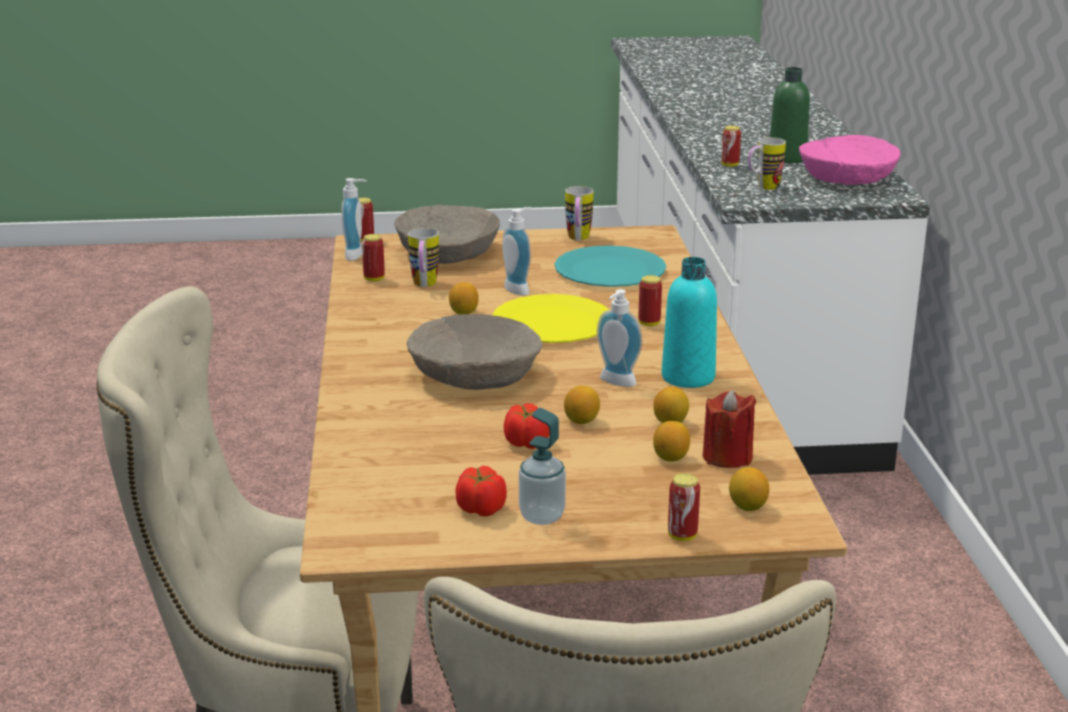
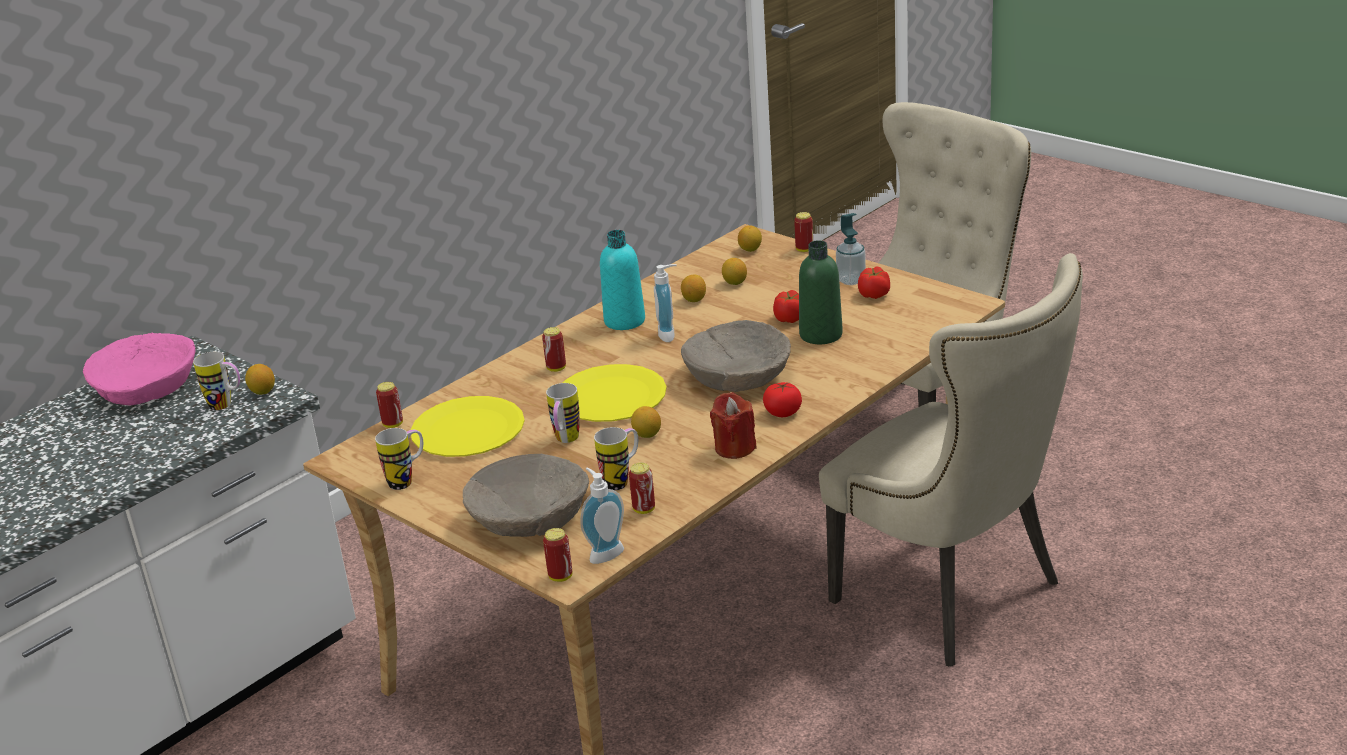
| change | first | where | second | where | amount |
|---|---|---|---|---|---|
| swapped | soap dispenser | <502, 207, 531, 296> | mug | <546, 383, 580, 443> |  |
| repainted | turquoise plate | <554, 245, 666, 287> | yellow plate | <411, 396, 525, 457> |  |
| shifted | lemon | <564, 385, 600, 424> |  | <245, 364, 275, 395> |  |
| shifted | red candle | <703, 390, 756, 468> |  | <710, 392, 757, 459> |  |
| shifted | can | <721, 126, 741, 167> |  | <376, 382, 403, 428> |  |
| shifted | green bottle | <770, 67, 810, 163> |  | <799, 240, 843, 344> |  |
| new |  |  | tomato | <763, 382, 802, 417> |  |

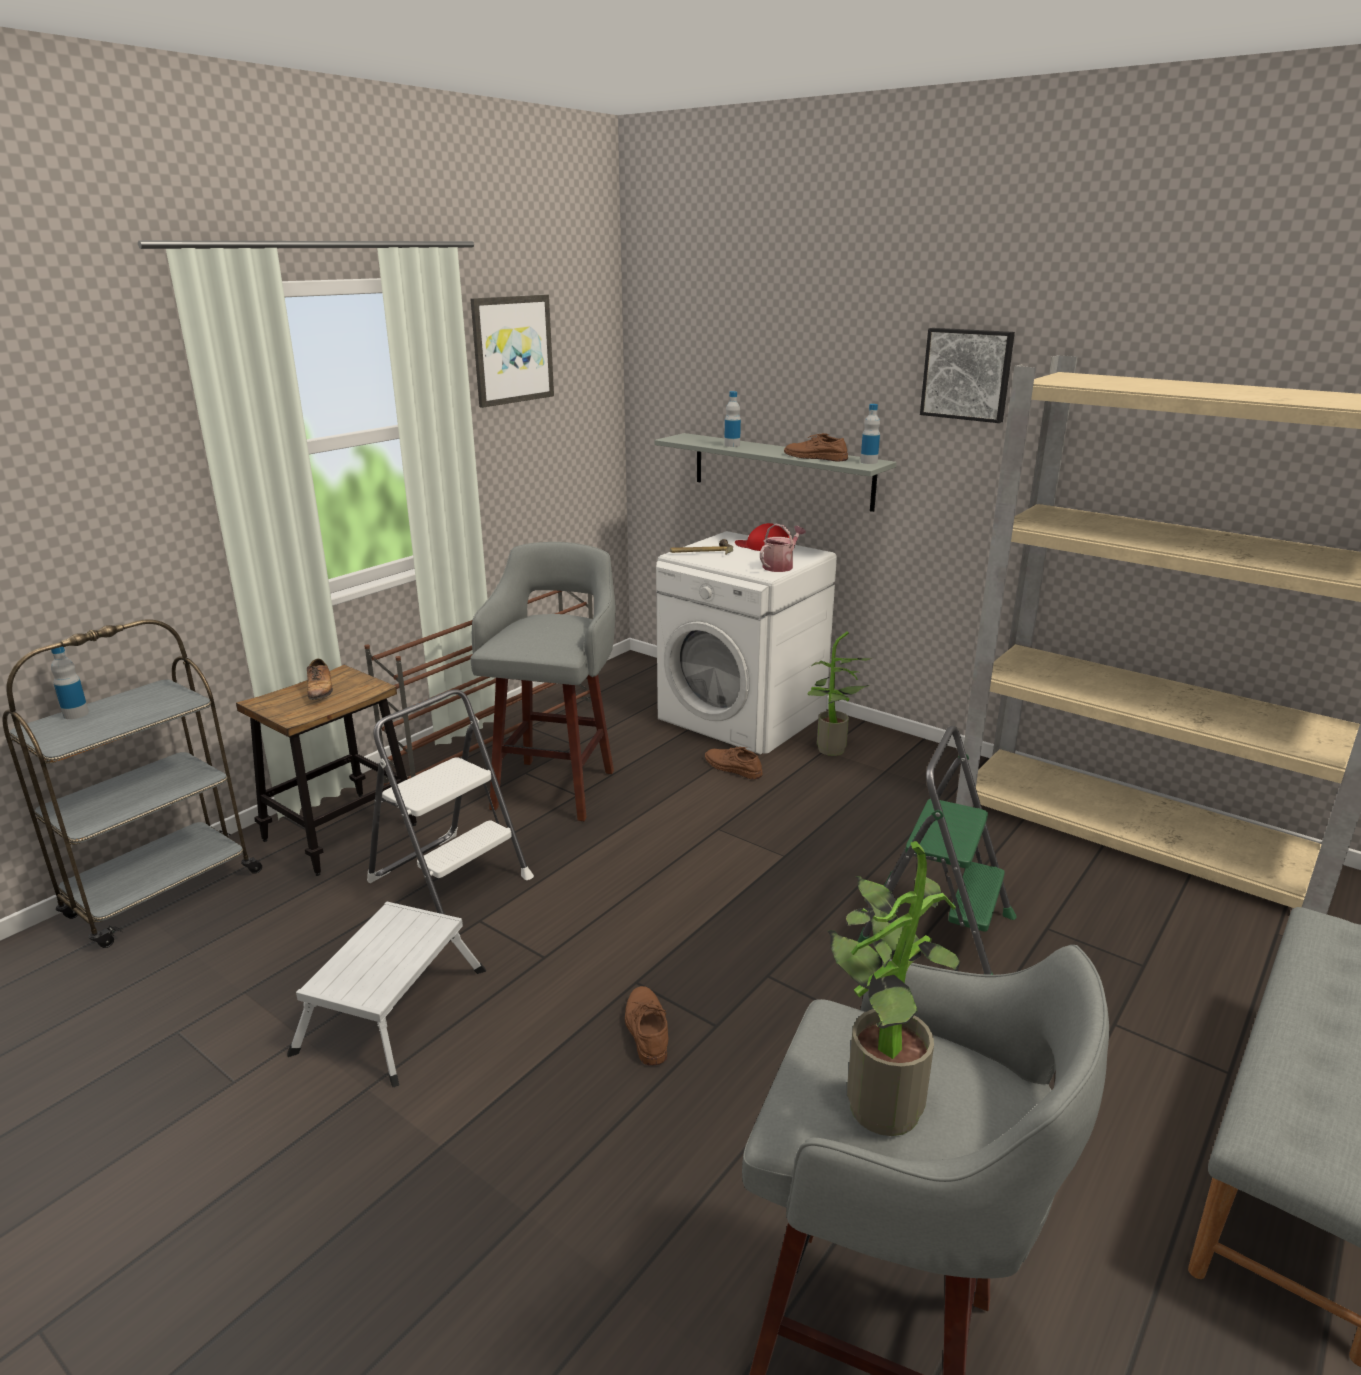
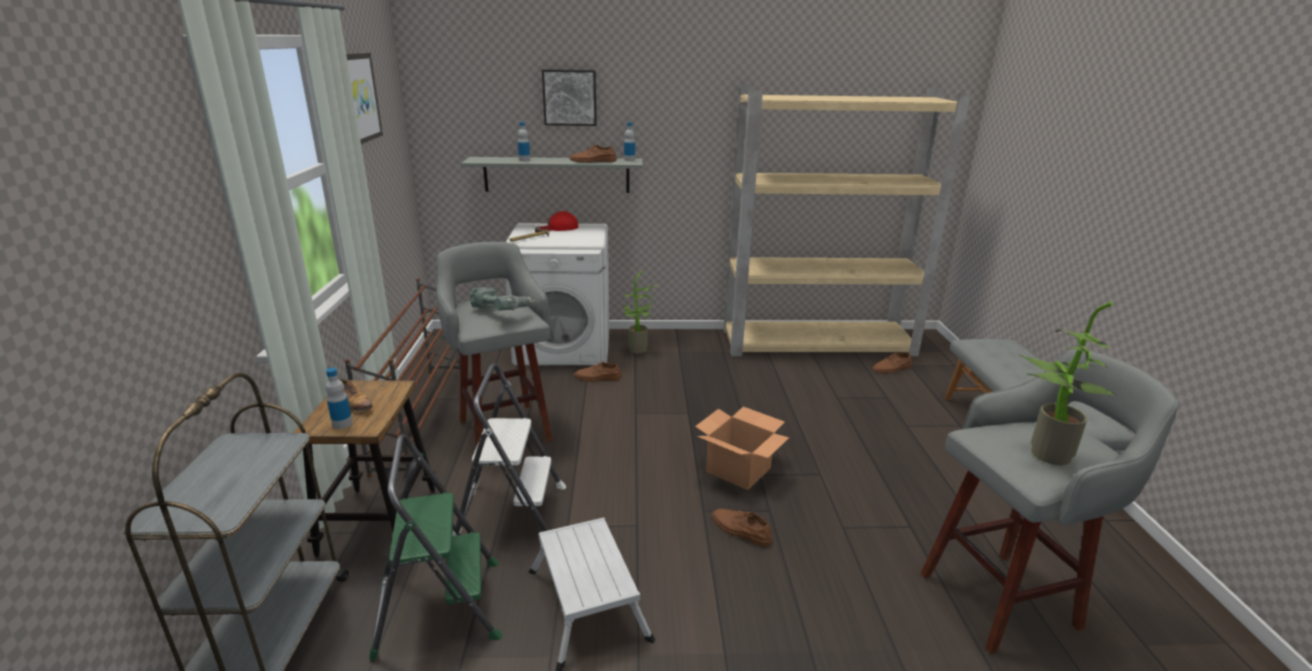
| change | first | where | second | where | amount |
|---|---|---|---|---|---|
| shifted | bottle | <51, 647, 89, 719> |  | <325, 368, 353, 429> |  |
| gone | watering can | <760, 524, 806, 572> |  |  |  |
| shifted | green step ladder | <857, 726, 1017, 975> |  | <369, 434, 502, 661> |  |
| shifted | picture | <920, 328, 1015, 423> |  | <542, 69, 597, 126> |  |
| new |  |  | power drill | <470, 287, 536, 311> |  |
| new |  |  | cardboard box | <695, 407, 789, 490> |  |
| new |  |  | brown shoe | <872, 352, 912, 373> |  |

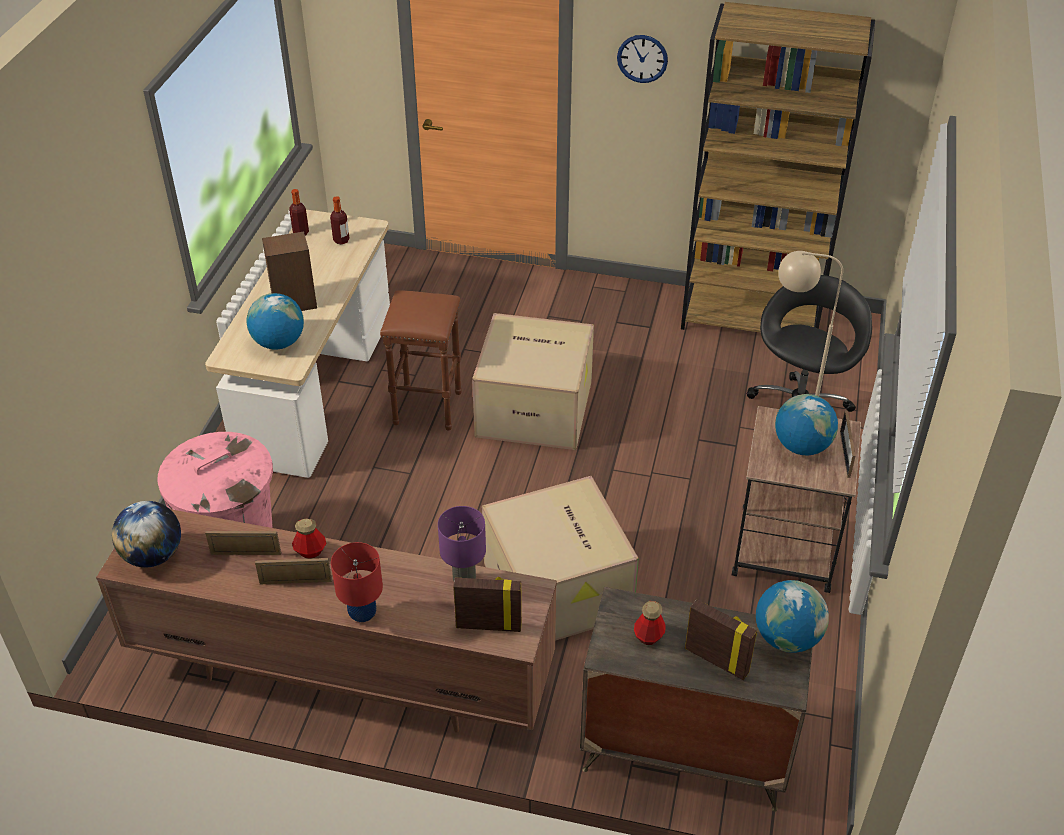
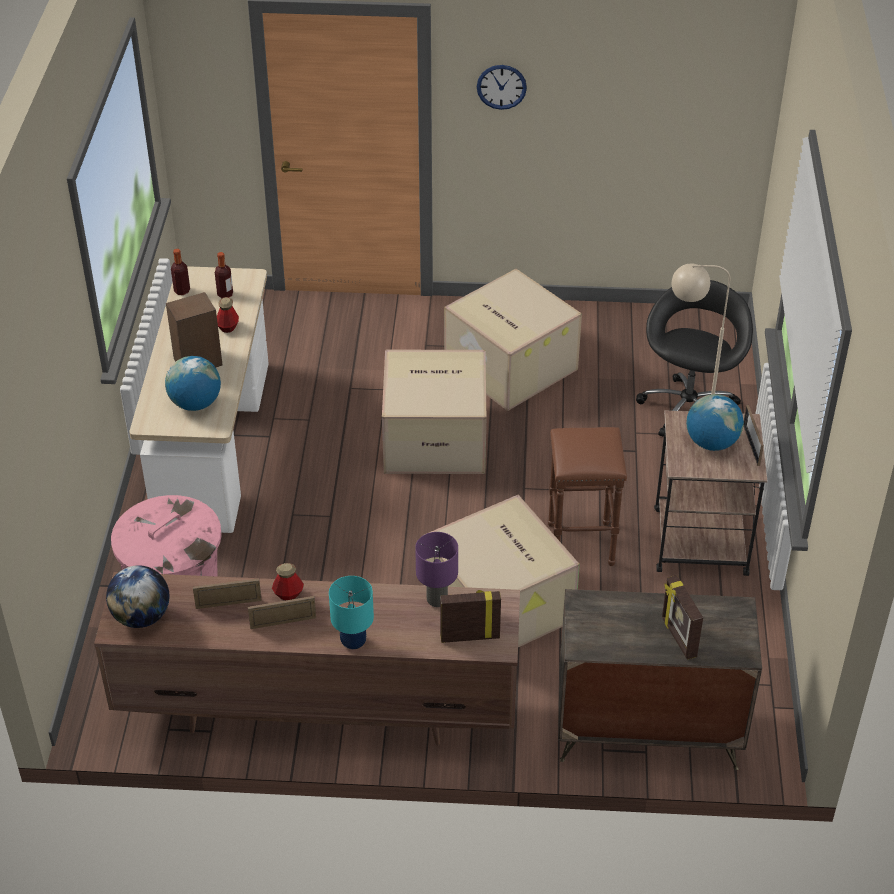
| change | first | where | second | where | amount |
|---|---|---|---|---|---|
| repainted | red table lamp | <331, 542, 383, 622> | turquoise table lamp | <329, 576, 374, 649> |  |
| shifted | brown stool | <380, 290, 462, 431> |  | <548, 427, 627, 566> |  |
| shifted | bottle | <634, 601, 666, 645> |  | <217, 297, 239, 333> |  |
| gone | brown bookcase | <681, 2, 875, 333> |  |  |  |
| rotated | picture frame | <685, 599, 757, 680> |  | <662, 575, 703, 660> | 135 degrees counterclockwise |
| gone | globe | <756, 580, 829, 653> |  |  |  |
| new |  |  | cardboard box | <444, 269, 582, 411> |  |

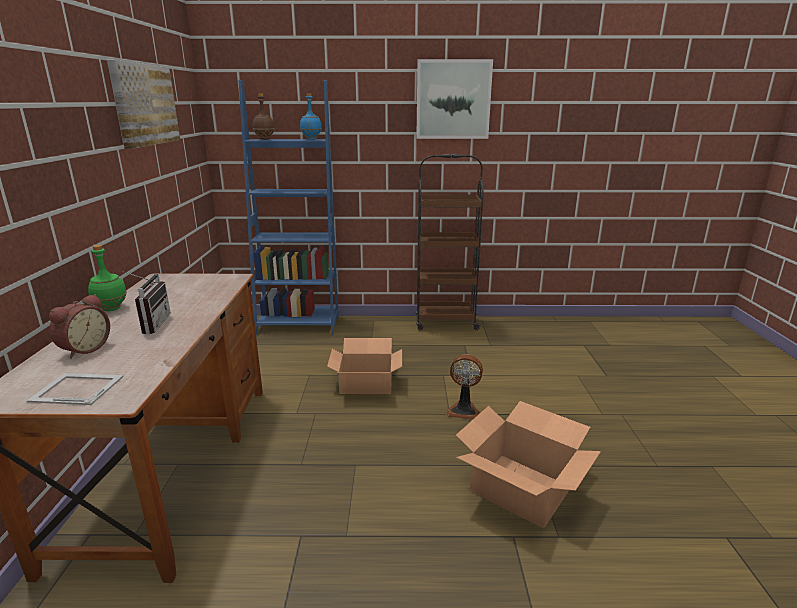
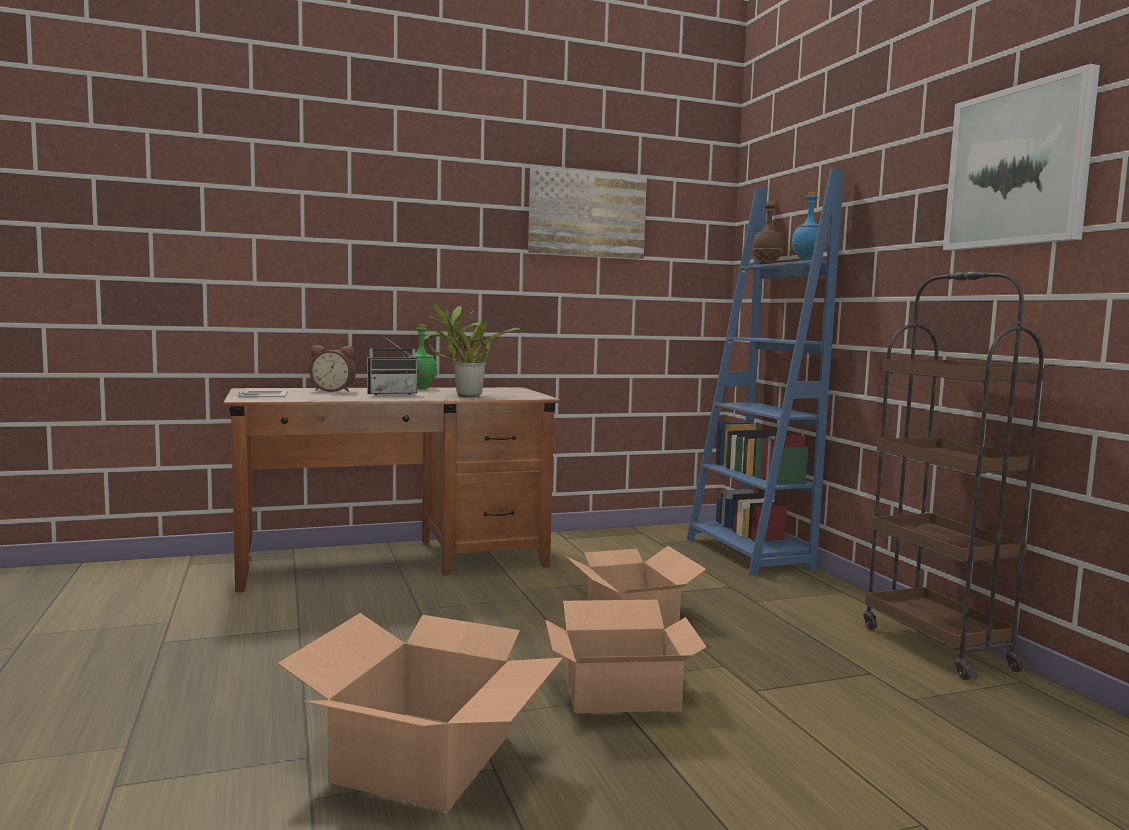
| change | first | where | second | where | amount |
|---|---|---|---|---|---|
| swapped | fan | <446, 354, 483, 419> | cardboard box | <545, 600, 706, 713> |  |
| new |  |  | potted plant | <423, 302, 520, 397> |  |

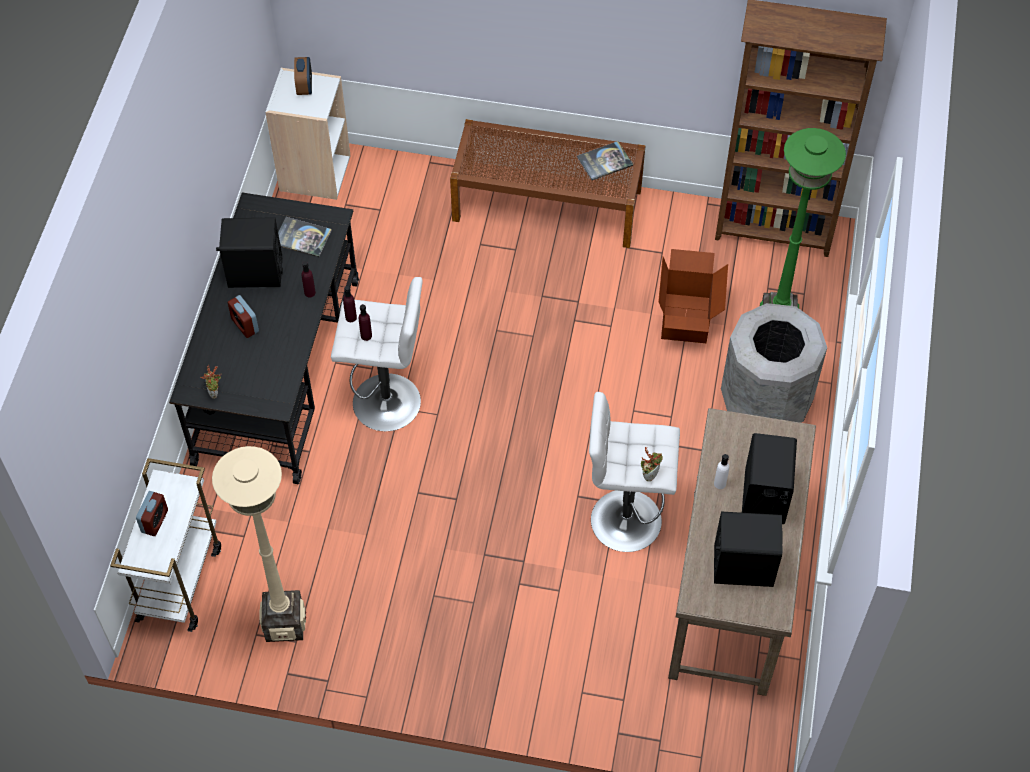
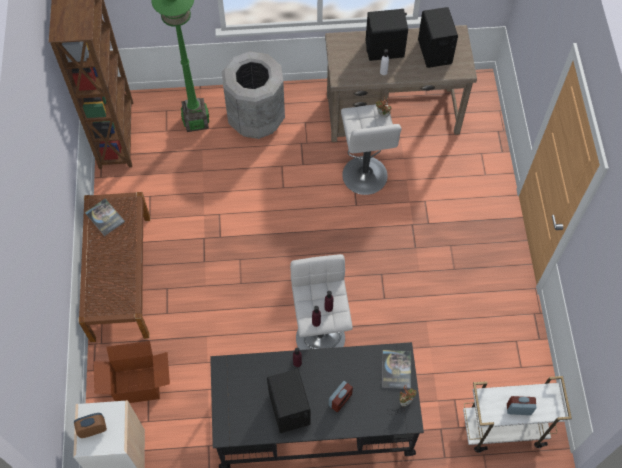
| change | first | where | second | where | amount |
|---|---|---|---|---|---|
| gone | beige floor lamp | <212, 446, 306, 642> |  |  |  |
| shifted | book | <278, 217, 332, 257> |  | <382, 350, 411, 389> |  |
| shifted | cardboard box | <658, 249, 728, 343> |  | <93, 341, 170, 403> |  |

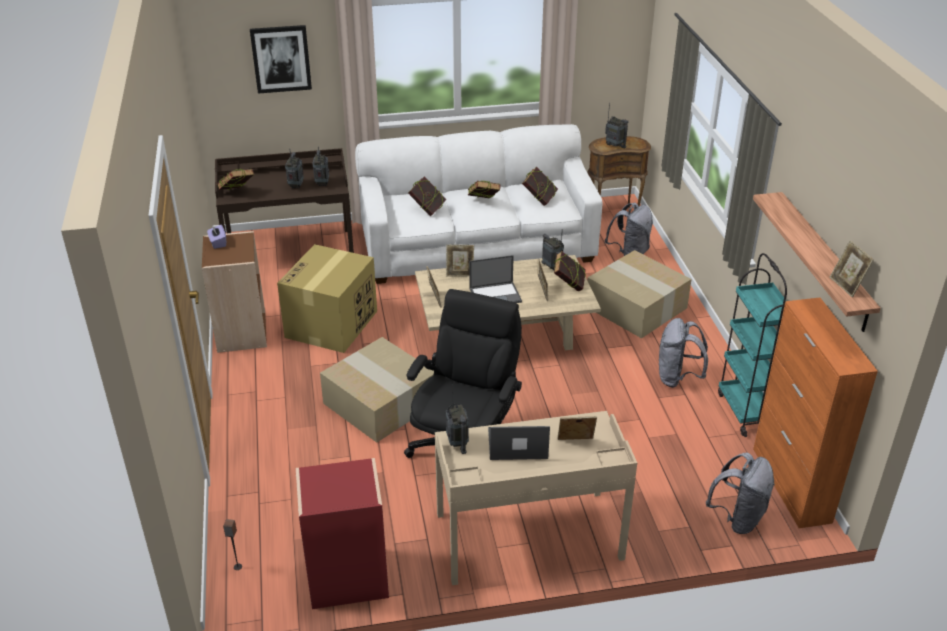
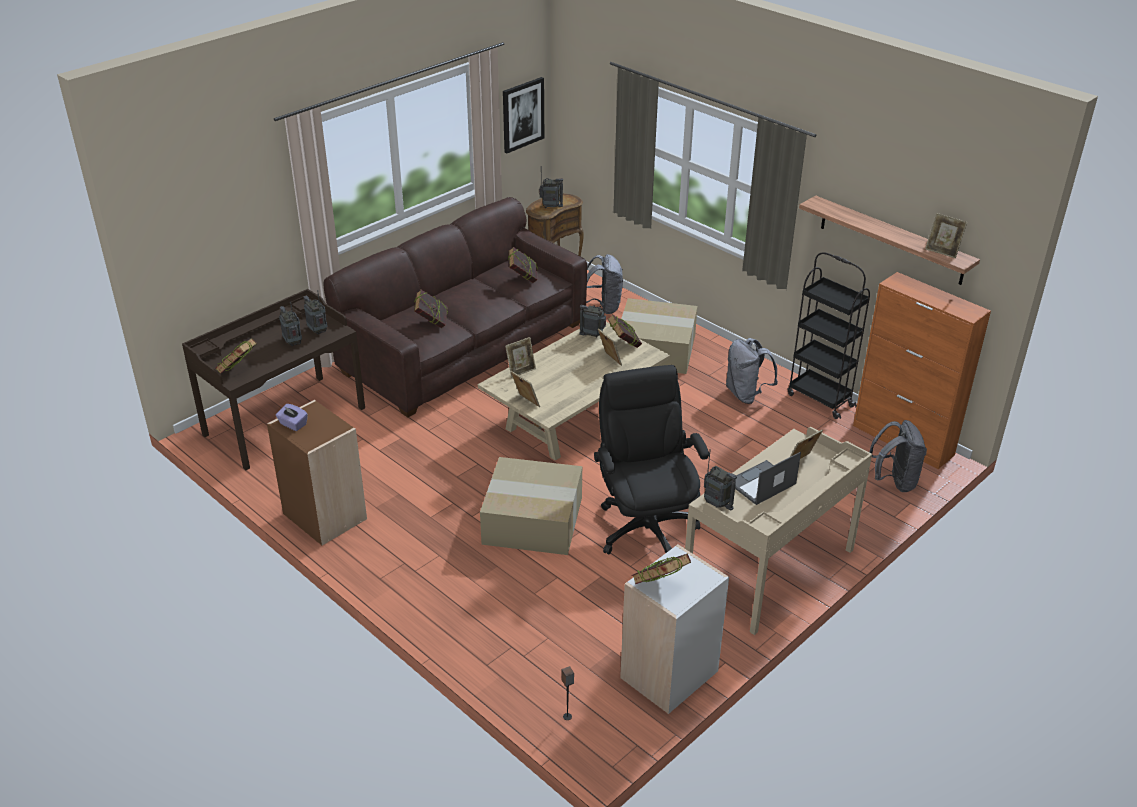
| change | first | where | second | where | amount |
|---|---|---|---|---|---|
| shifted | picture | <250, 25, 312, 94> |  | <503, 77, 544, 153> |  |
| gone | cardboard box | <277, 244, 377, 353> |  |  |  |
| repainted | red bookcase | <296, 458, 389, 609> | white bookcase | <620, 544, 729, 714> |  |
| repainted | white sofa | <355, 124, 602, 284> | brown sofa | <324, 197, 587, 417> |  |
| shifted | book | <468, 181, 500, 198> |  | <631, 554, 691, 584> |  |
| gone | laptop | <469, 255, 522, 303> |  |  |  |
| repainted | turquoise cart | <718, 253, 787, 437> | black cart | <788, 252, 870, 419> |  |

